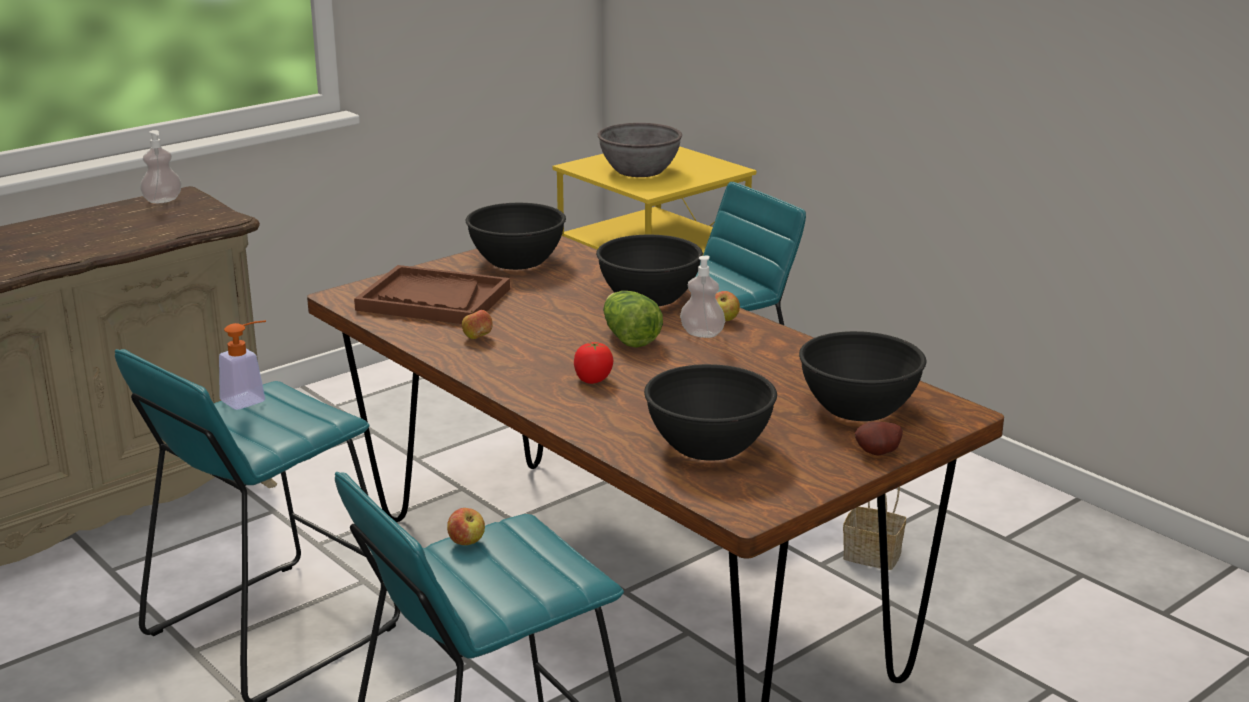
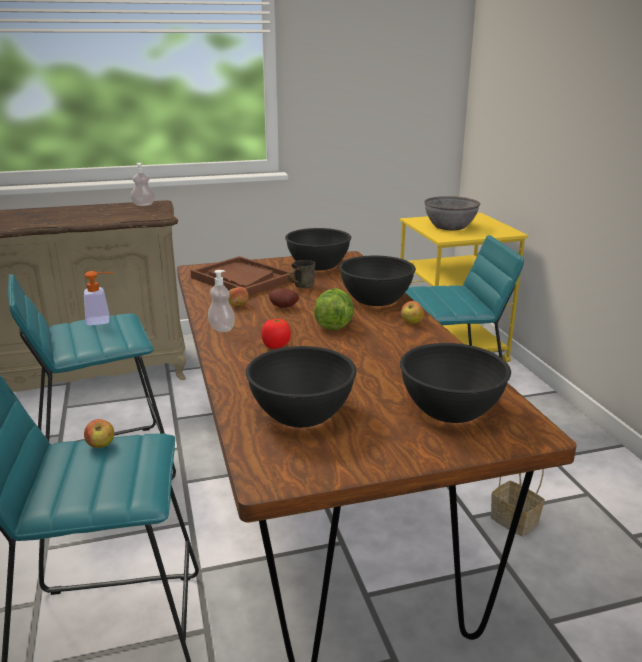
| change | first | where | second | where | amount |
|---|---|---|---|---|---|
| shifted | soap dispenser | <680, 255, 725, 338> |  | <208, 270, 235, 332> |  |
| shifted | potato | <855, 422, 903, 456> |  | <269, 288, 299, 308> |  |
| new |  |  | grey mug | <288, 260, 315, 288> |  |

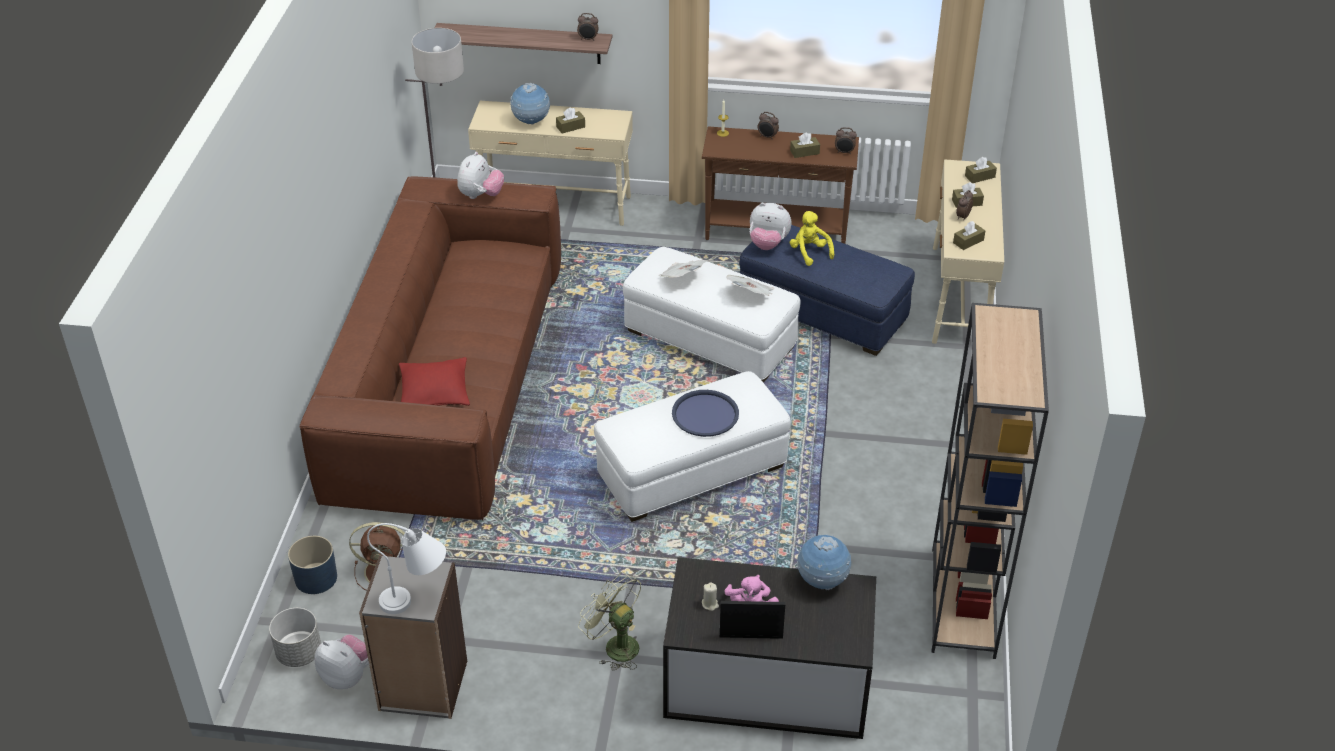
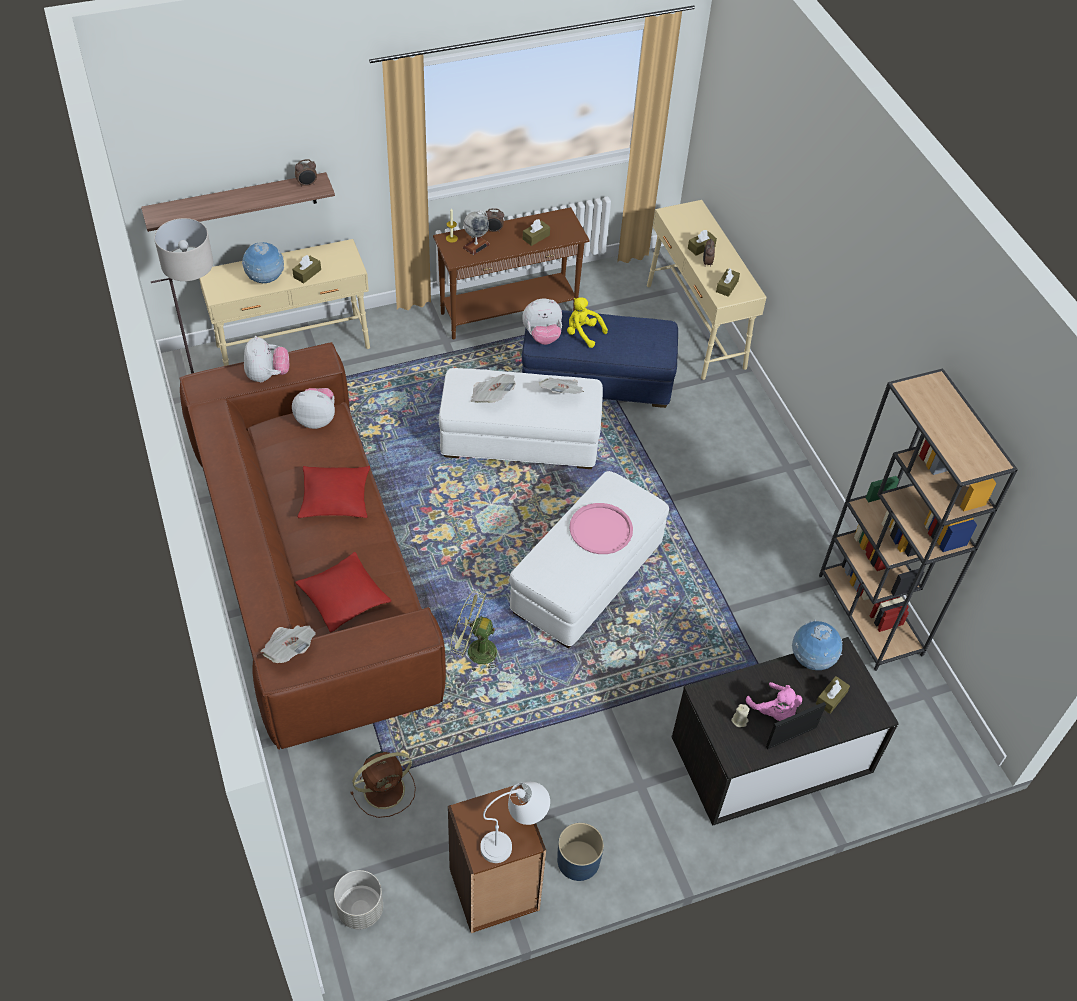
| change | first | where | second | where | amount |
|---|---|---|---|---|---|
| shifted | blue planter | <288, 536, 337, 594> |  | <557, 823, 604, 881> |  |
| shifted | plush toy | <314, 635, 369, 689> |  | <292, 388, 335, 429> |  |
| repainted | grey bookcase | <359, 555, 467, 719> | brown bookcase | <448, 785, 546, 933> |  |
| shifted | green fan | <578, 572, 641, 670> |  | <450, 590, 502, 673> |  |
| repainted | blue tray | <672, 390, 739, 437> | pink tray | <569, 503, 633, 554> |  |
| gone | alarm clock | <835, 127, 857, 154> |  |  |  |
| shifted | brown tissue box | <965, 157, 997, 183> |  | <816, 676, 850, 714> |  |
| new |  |  | newspaper | <260, 625, 316, 663> |  |
| new |  |  | red pillow | <297, 466, 370, 518> |  |
| new |  |  | globe | <463, 210, 490, 255> |  |

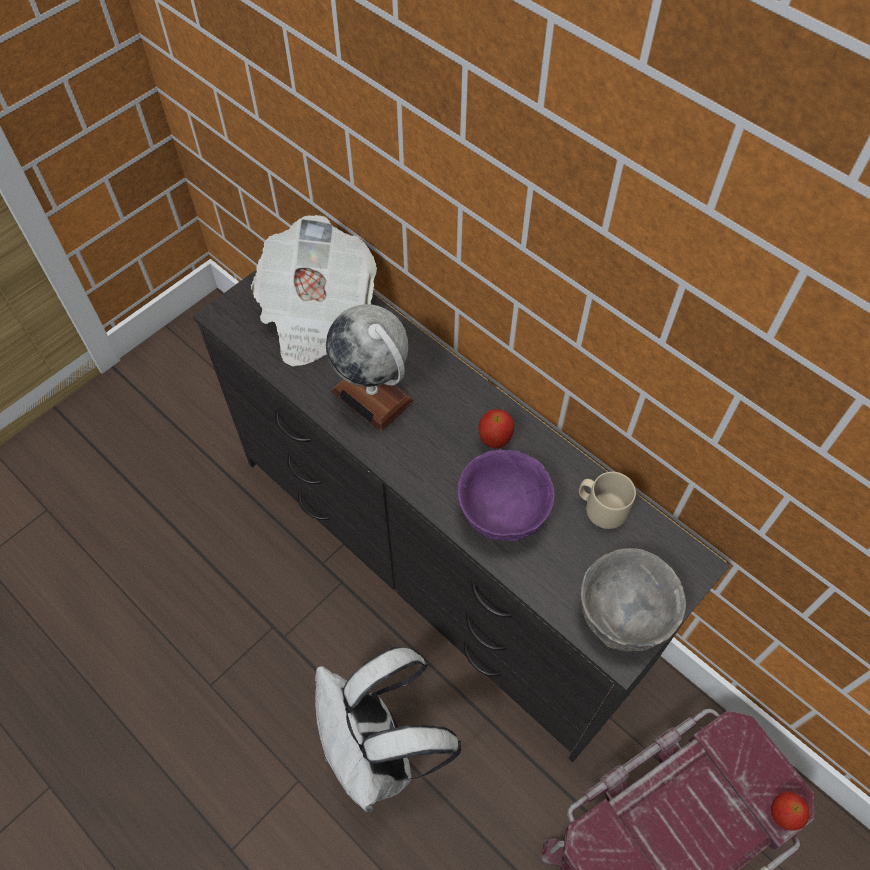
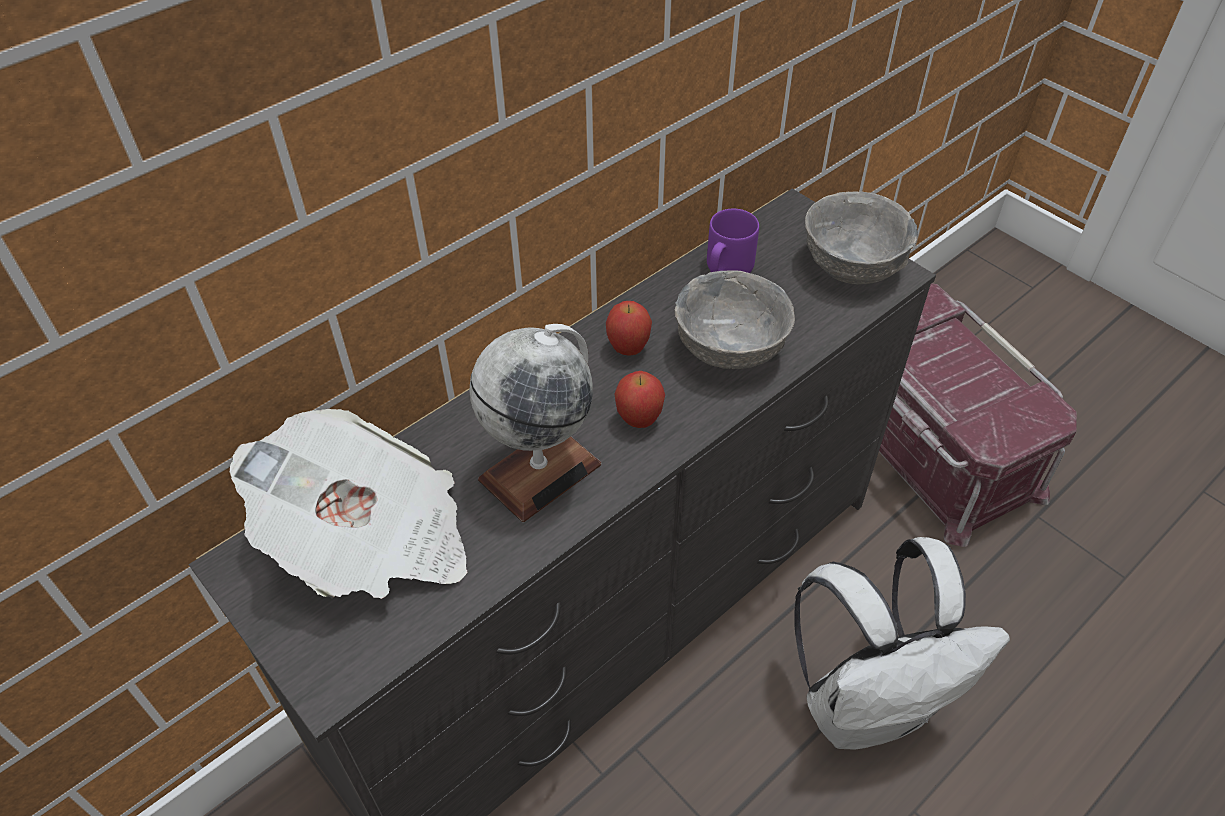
| change | first | where | second | where | amount |
|---|---|---|---|---|---|
| repainted | purple bowl | <457, 449, 555, 542> | grey bowl | <674, 270, 795, 369> |  |
| repainted | beige mug | <579, 472, 636, 529> | purple mug | <707, 209, 759, 273> |  |
| shifted | apple | <771, 791, 809, 830> |  | <614, 371, 665, 428> |  |

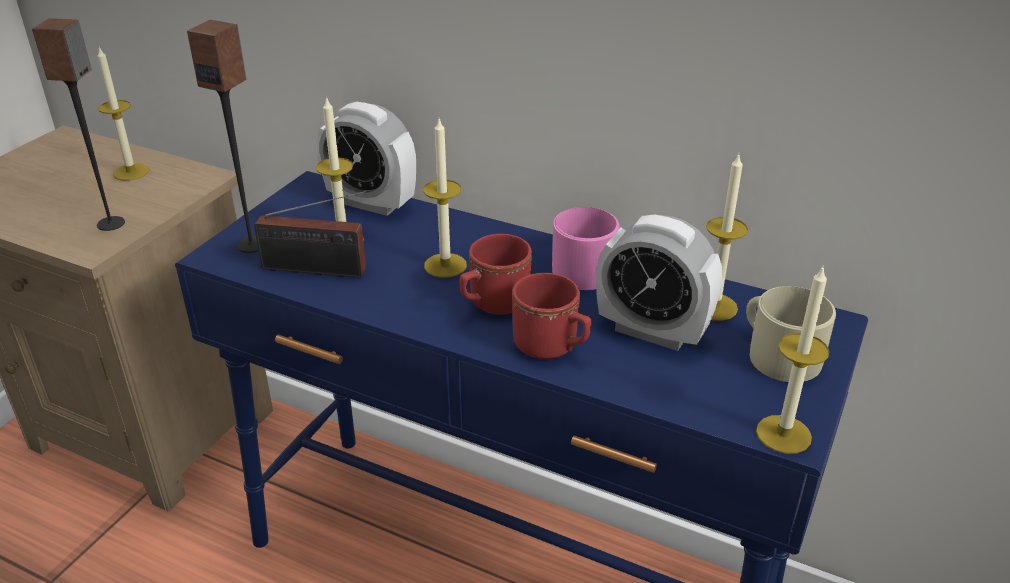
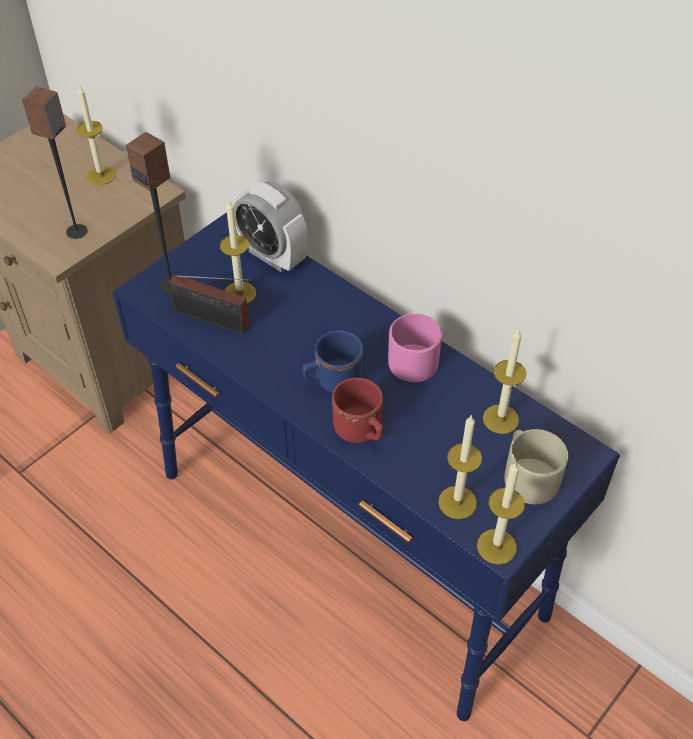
| change | first | where | second | where | amount |
|---|---|---|---|---|---|
| shifted | candle | <423, 119, 467, 278> |  | <438, 415, 482, 519> |  |
| repainted | red mug | <460, 234, 532, 315> | blue mug | <302, 330, 363, 393> |  |
| gone | alarm clock | <596, 215, 722, 351> |  |  |  |

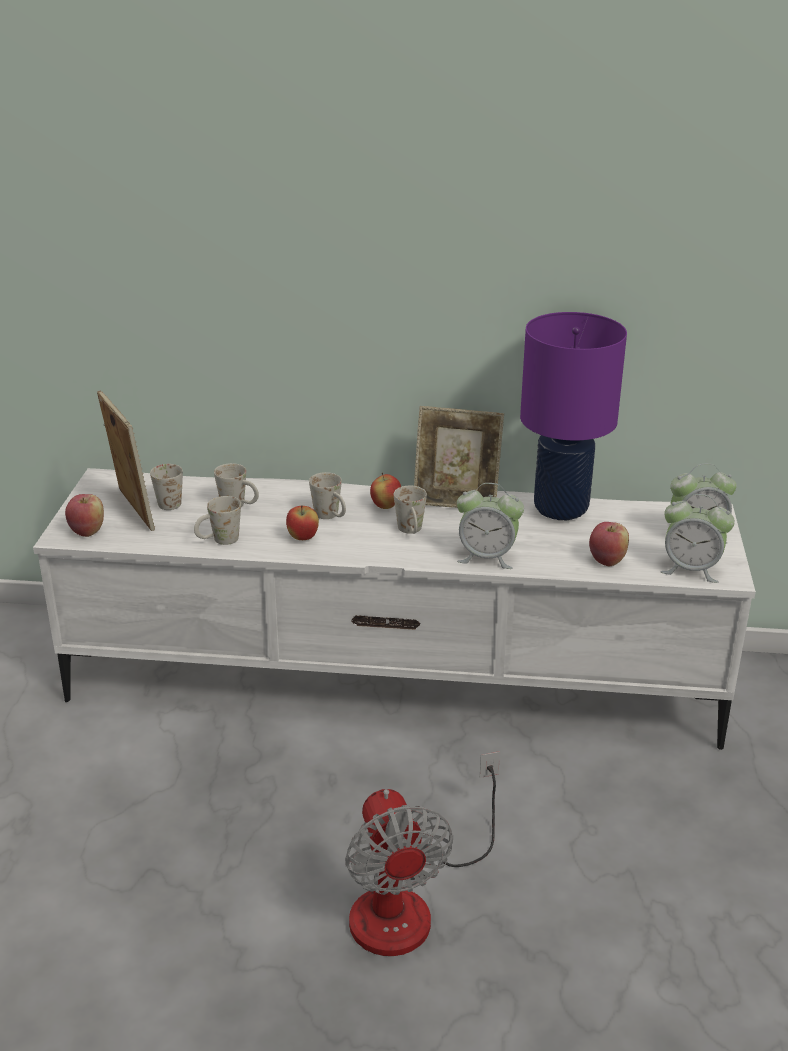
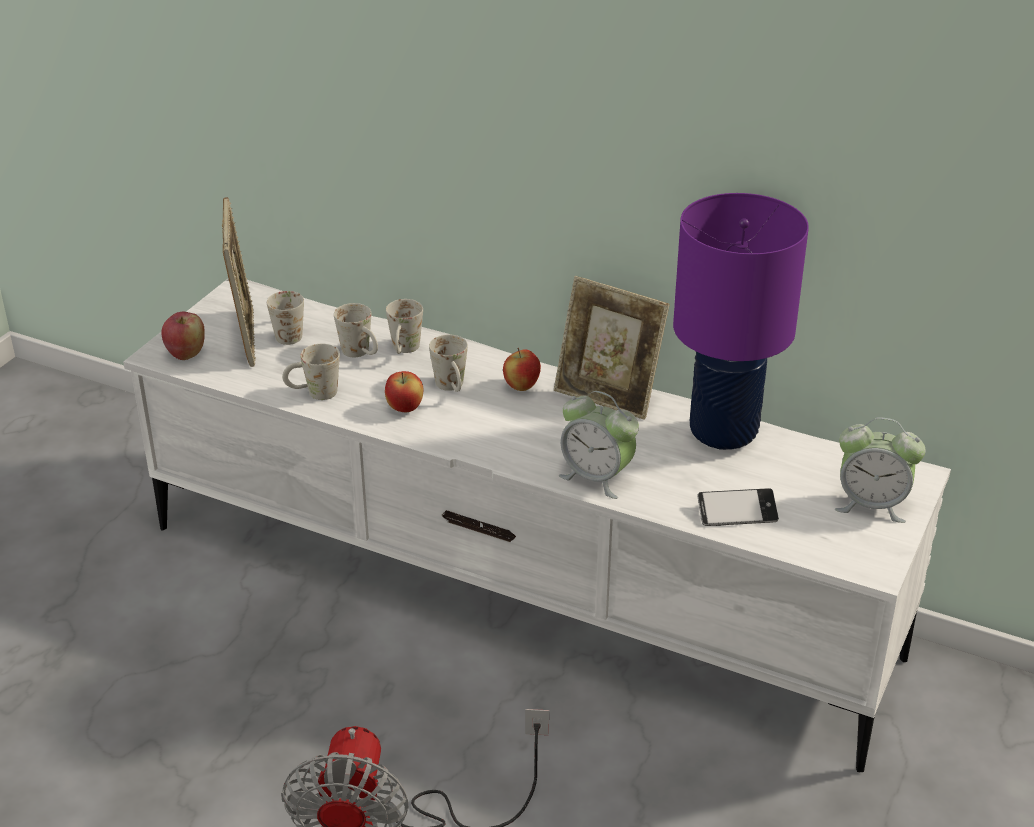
| change | first | where | second | where | amount |
|---|---|---|---|---|---|
| shifted | white mug | <394, 486, 427, 534> |  | <386, 299, 423, 354> |  |
| swapped | apple | <589, 522, 629, 566> | phone | <697, 488, 779, 526> |  |
| gone | alarm clock | <661, 494, 735, 583> |  |  |  |

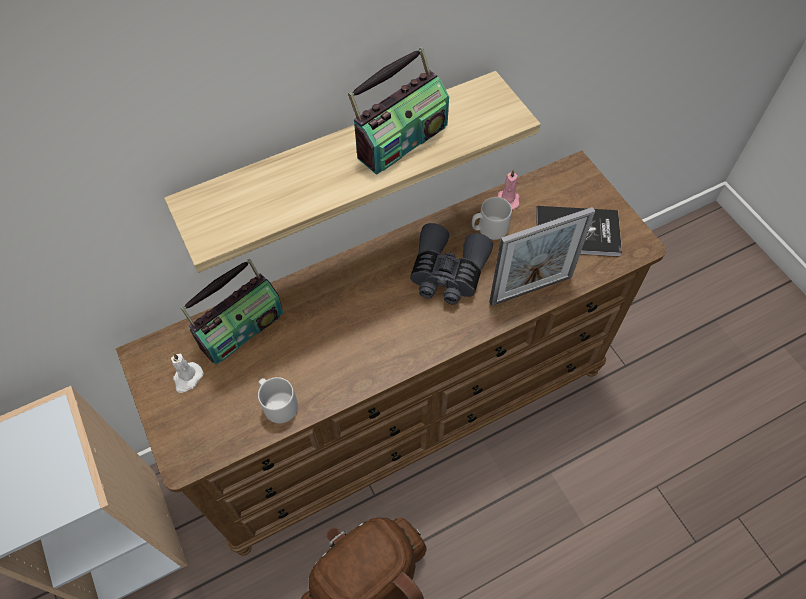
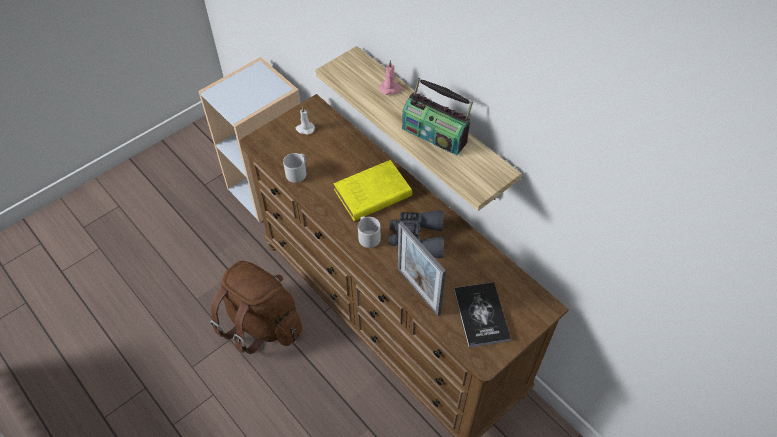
| change | first | where | second | where | amount |
|---|---|---|---|---|---|
| gone | radio | <181, 258, 283, 365> |  |  |  |
| shifted | grey mug | <472, 197, 512, 240> |  | <358, 216, 381, 248> |  |
| shifted | pink candle | <498, 169, 520, 210> |  | <380, 60, 403, 95> |  |
| new |  |  | yellow book | <334, 160, 412, 221> |  |

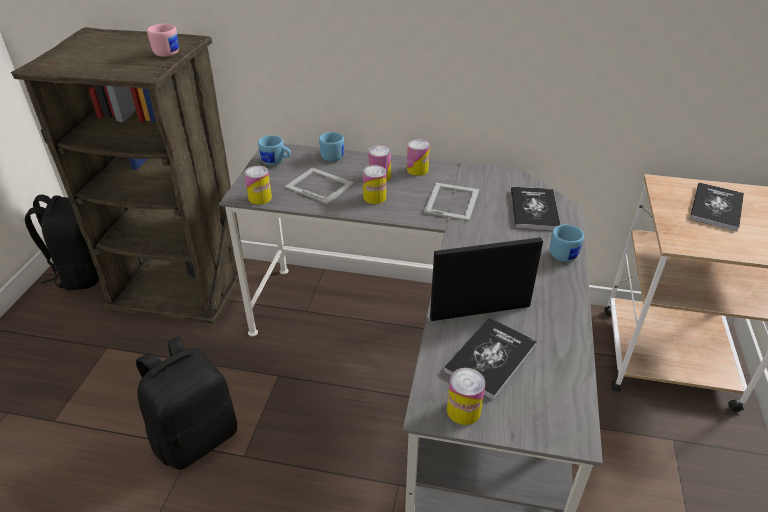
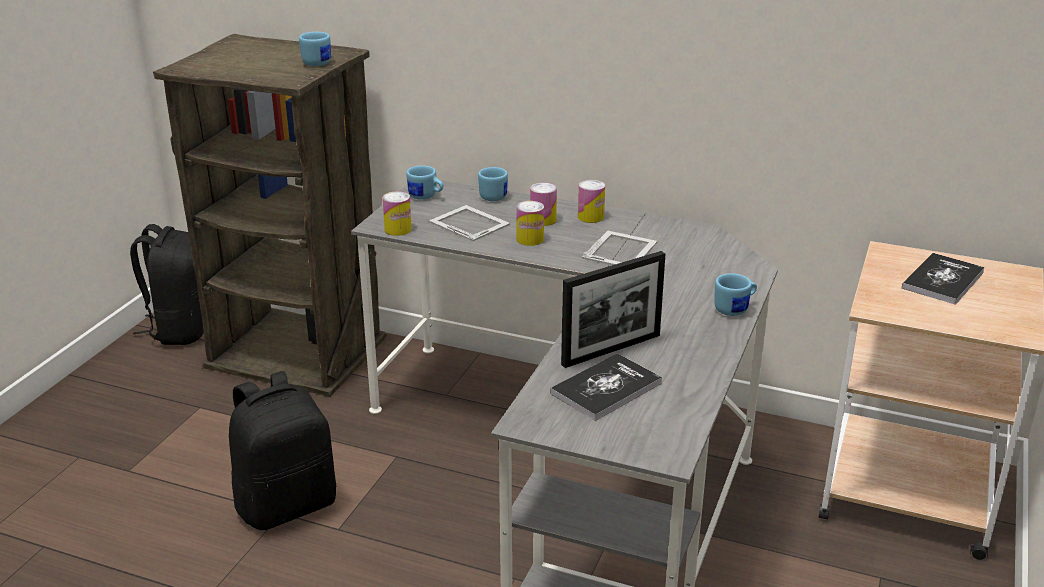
| change | first | where | second | where | amount |
|---|---|---|---|---|---|
| repainted | pink mug | <147, 24, 179, 57> | blue mug | <299, 32, 331, 66> |  |
| rotated | picture frame | <430, 237, 543, 321> |  | <561, 251, 665, 368> | 150 degrees clockwise |
| gone | can | <447, 368, 485, 425> |  |  |  |
| gone | book | <511, 187, 561, 230> |  |  |  |

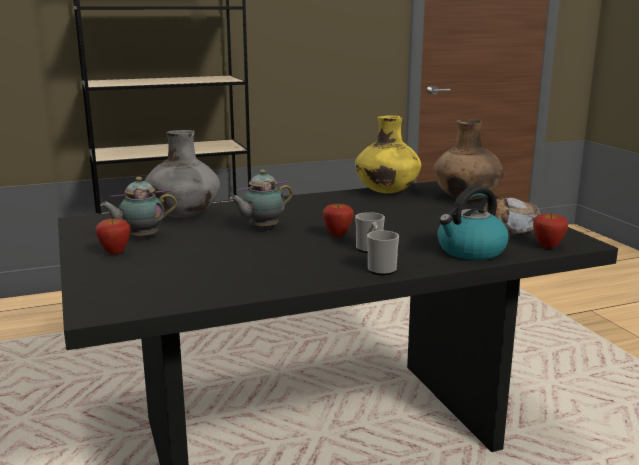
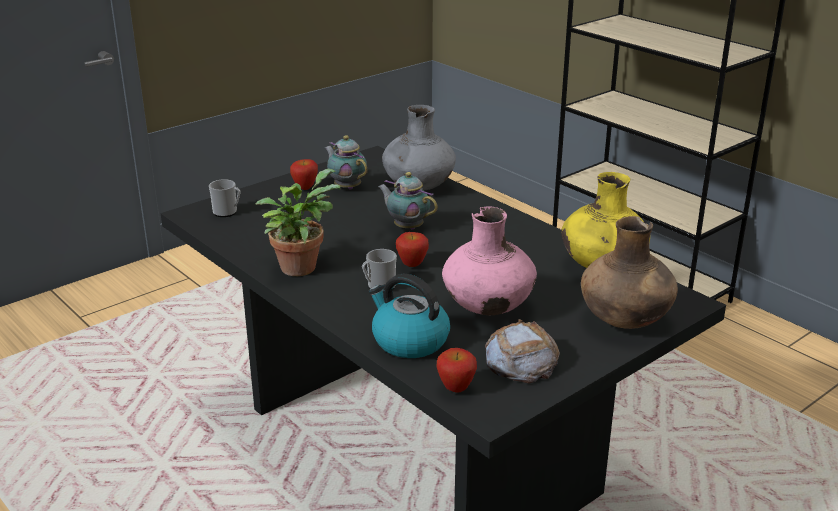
| change | first | where | second | where | amount |
|---|---|---|---|---|---|
| shifted | mug | <367, 230, 399, 275> |  | <209, 179, 240, 217> |  |
| new |  |  | potted plant | <256, 169, 340, 276> |  |
| new |  |  | pink vase | <442, 206, 537, 315> |  |

